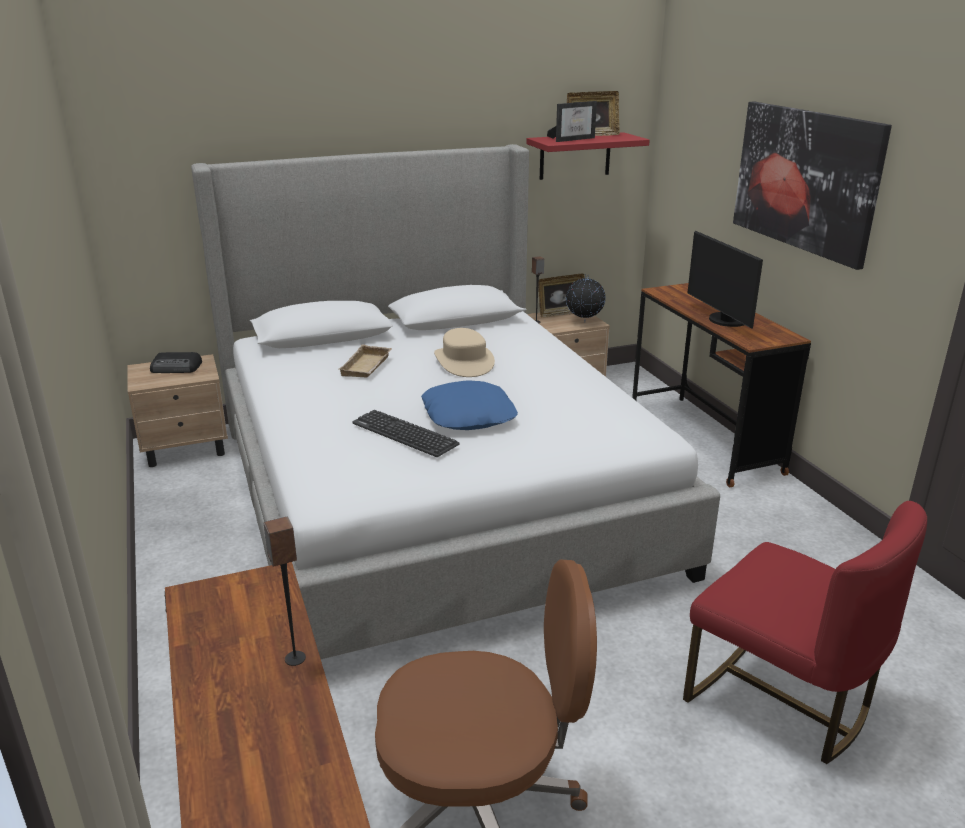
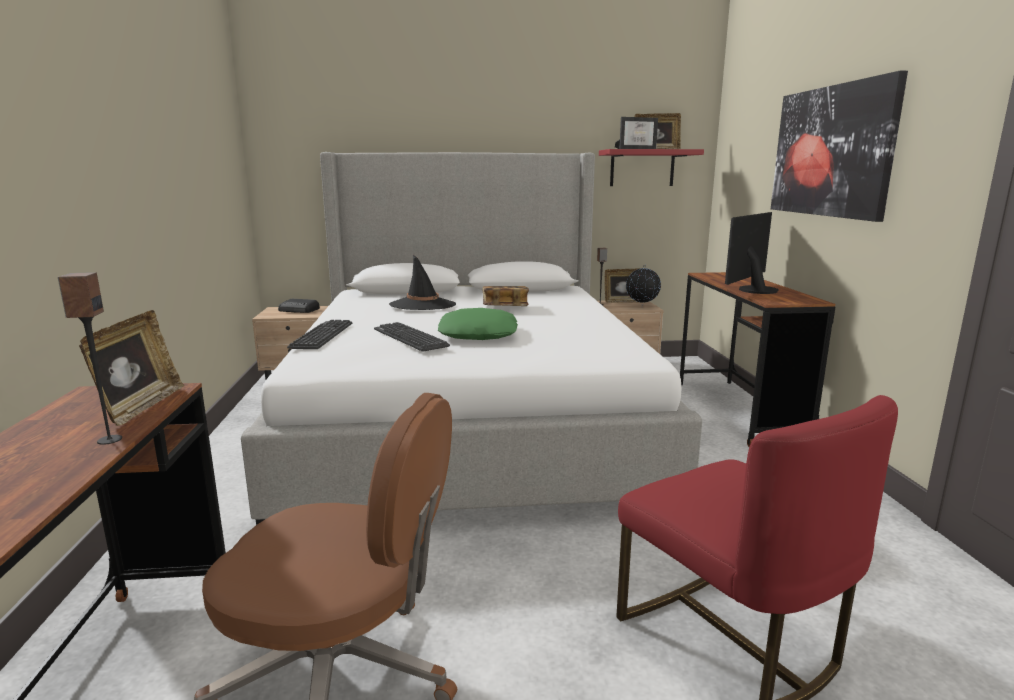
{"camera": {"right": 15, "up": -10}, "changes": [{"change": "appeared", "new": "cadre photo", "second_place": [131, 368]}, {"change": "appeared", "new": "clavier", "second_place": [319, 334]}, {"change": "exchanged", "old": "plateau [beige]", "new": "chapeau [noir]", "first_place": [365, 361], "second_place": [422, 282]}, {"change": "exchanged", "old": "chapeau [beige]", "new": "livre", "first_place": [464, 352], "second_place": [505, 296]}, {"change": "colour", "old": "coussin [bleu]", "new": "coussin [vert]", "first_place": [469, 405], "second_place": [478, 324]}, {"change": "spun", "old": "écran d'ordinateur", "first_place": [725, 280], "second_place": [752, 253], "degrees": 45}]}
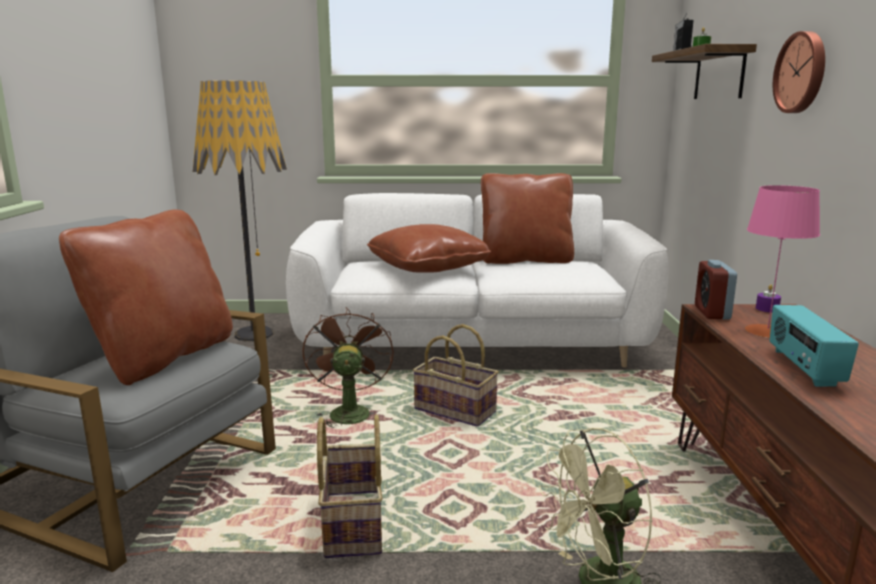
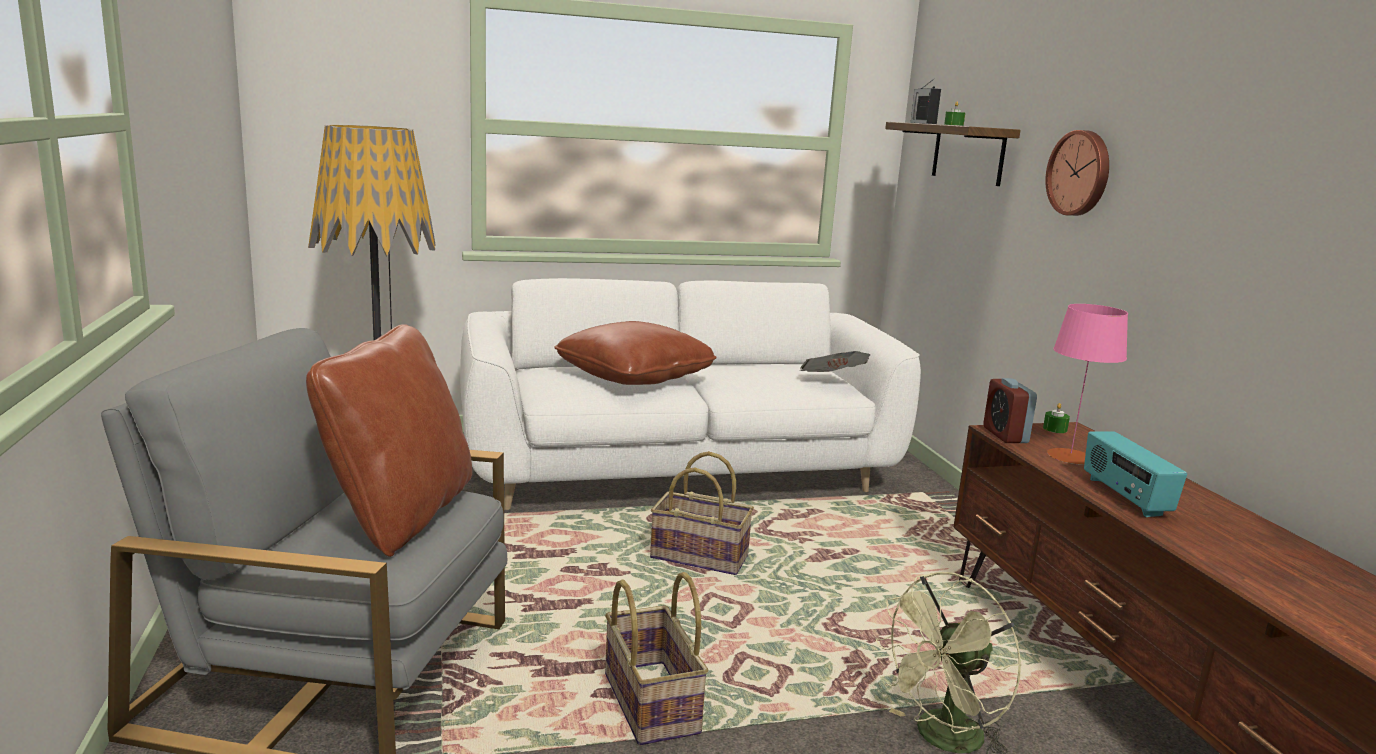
{"camera": {"right": -15, "up": 0}, "changes": [{"change": "missing", "old": "ventilateur [marron]", "first_place": [348, 369]}, {"change": "missing", "old": "coussin [marron]", "first_place": [527, 218]}, {"change": "appeared", "new": "journal", "second_place": [834, 361]}, {"change": "colour", "old": "bougie [violet]", "new": "bougie [vert]", "first_place": [768, 298], "second_place": [1056, 418]}]}
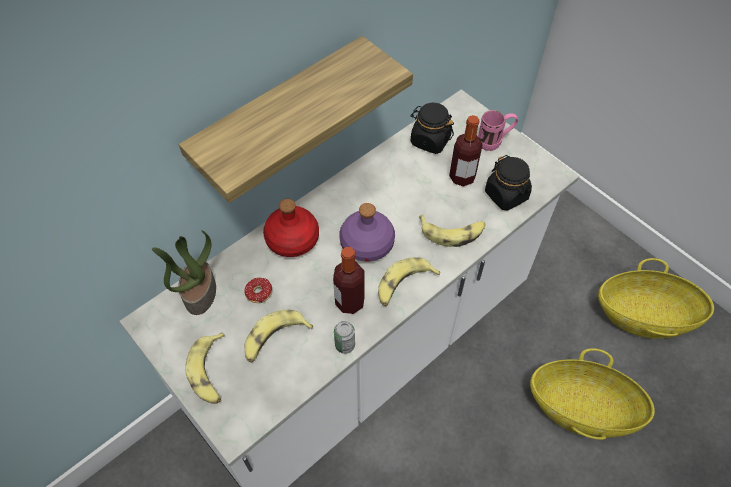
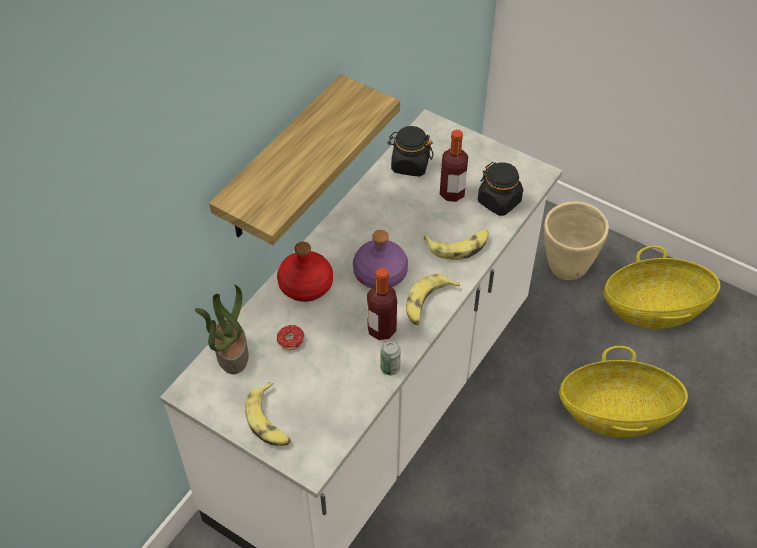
{"camera": {"right": -15, "up": -5}, "changes": [{"change": "missing", "old": "banane", "first_place": [279, 336]}, {"change": "missing", "old": "mug [rose]", "first_place": [498, 130]}, {"change": "appeared", "new": "cache-pot [beige]", "second_place": [576, 241]}]}
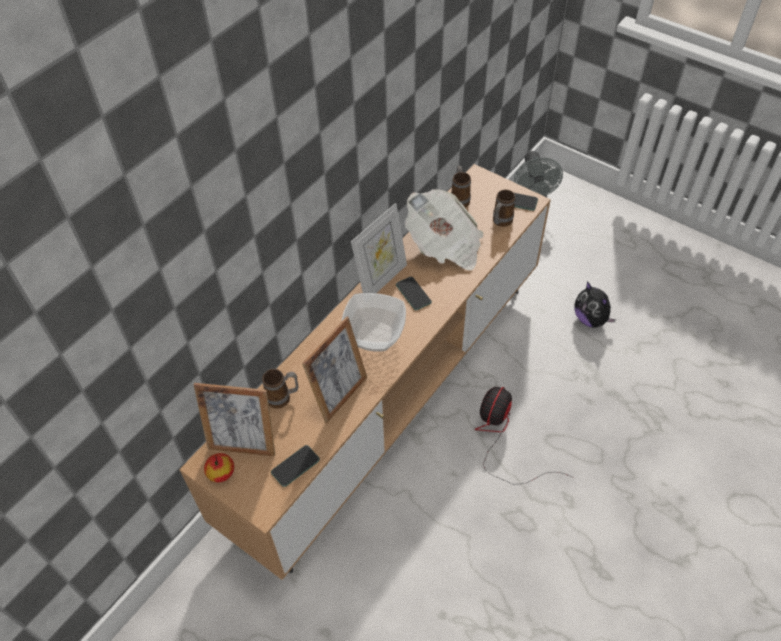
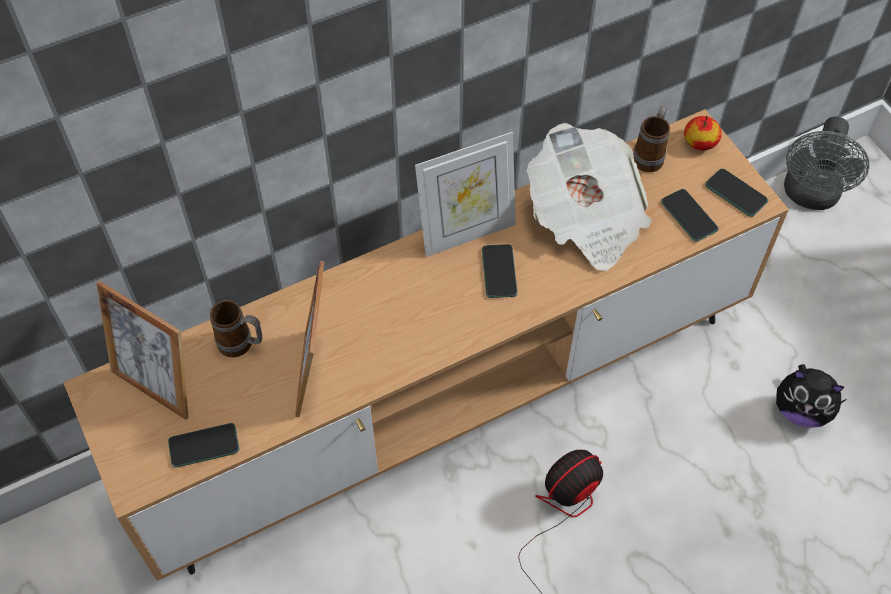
{"camera": {"right": 25, "up": 5}, "changes": [{"change": "missing", "old": "bol", "first_place": [373, 322]}, {"change": "relocated", "old": "pomme", "first_place": [219, 467], "second_place": [703, 133]}, {"change": "exchanged", "old": "mug", "new": "téléphone", "first_place": [504, 208], "second_place": [690, 215]}, {"change": "spun", "old": "cadre photo", "first_place": [334, 369], "second_place": [309, 339], "degrees": 120}, {"change": "spun", "old": "peluche", "first_place": [595, 304], "second_place": [811, 396], "degrees": -60}]}
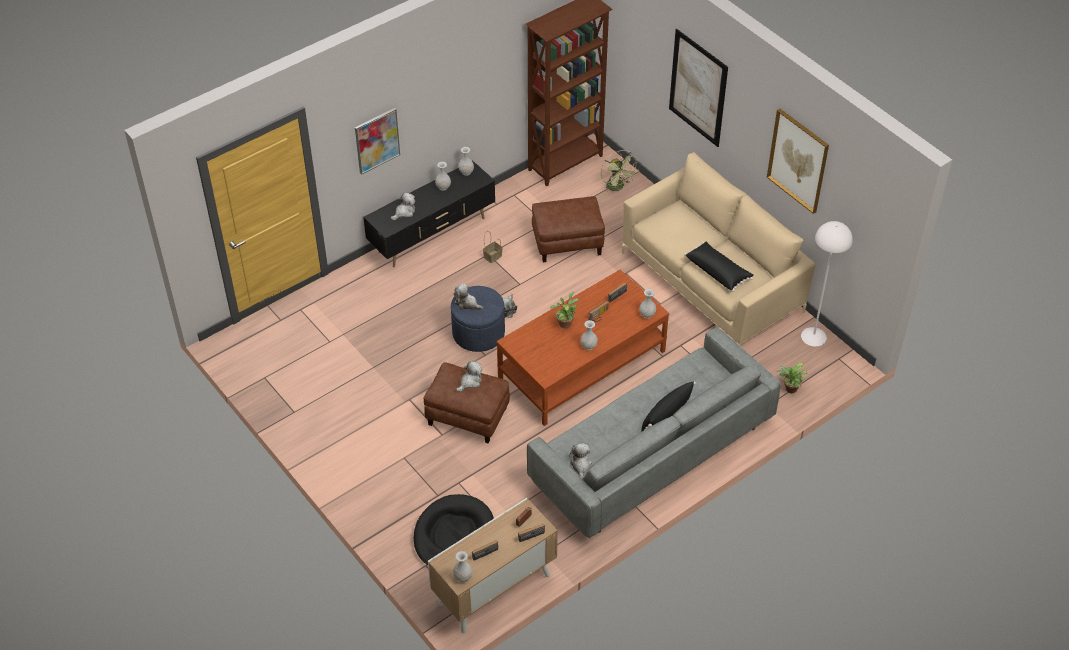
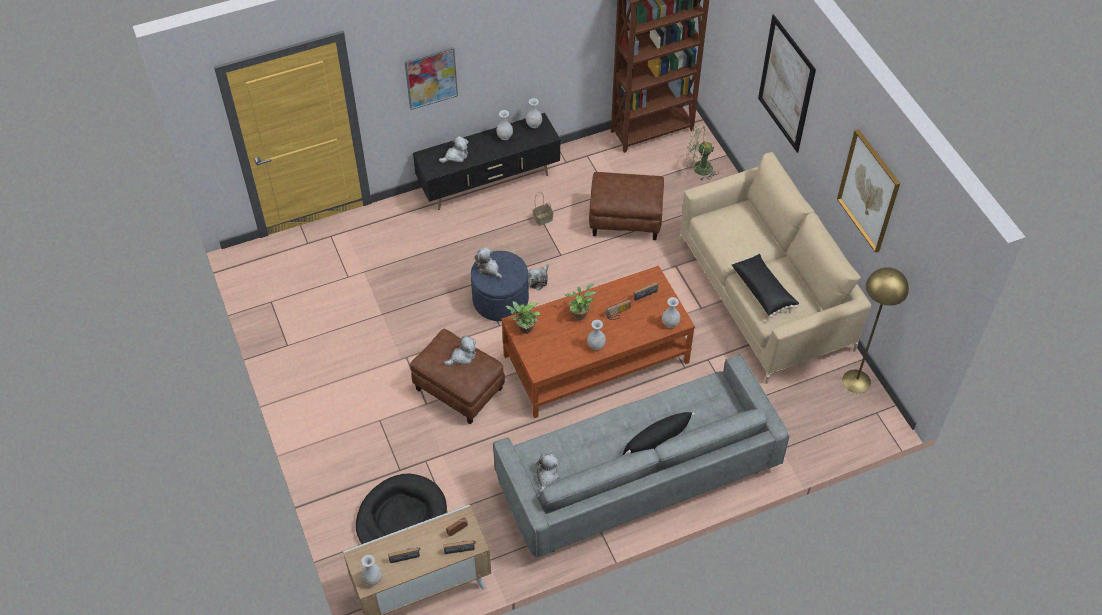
{"camera": {"right": 15, "up": 5}, "changes": [{"change": "relocated", "old": "plante en pot", "first_place": [792, 378], "second_place": [523, 317]}, {"change": "colour", "old": "lampadaire [blanc]", "new": "lampadaire [jaune]", "first_place": [827, 284], "second_place": [875, 330]}, {"change": "spun", "old": "ventilateur [vert]", "first_place": [620, 172], "second_place": [702, 153], "degrees": 105}]}
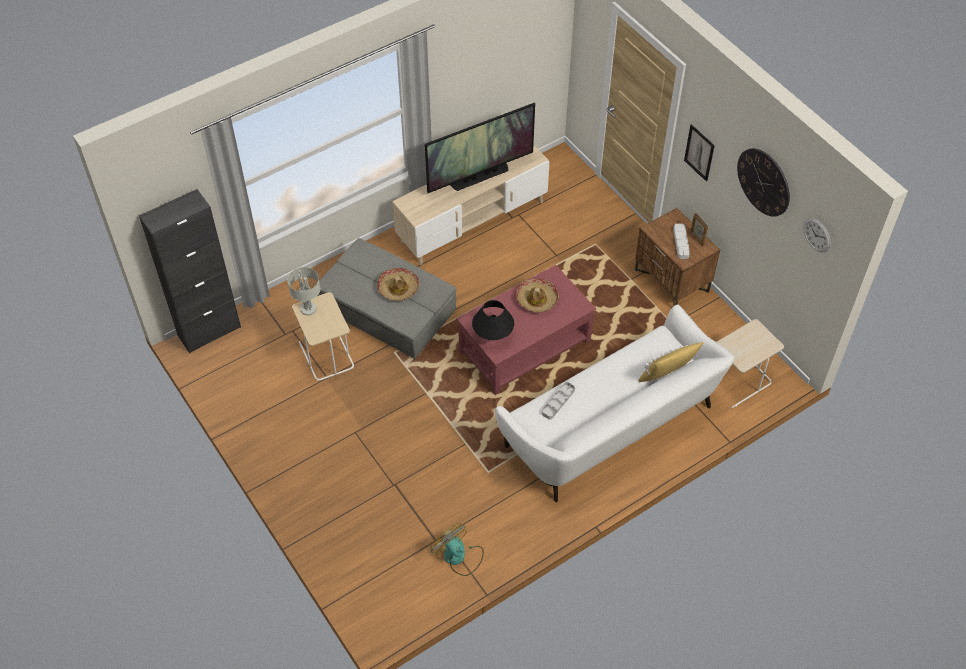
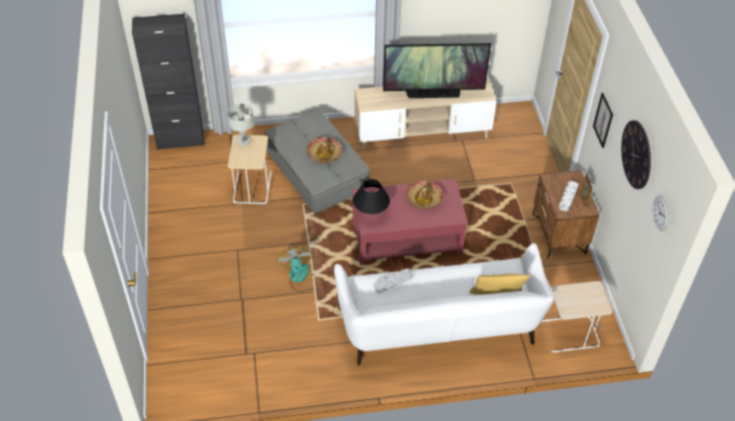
{"camera": {"right": 25, "up": -5}, "changes": [{"change": "relocated", "old": "ventilateur", "first_place": [457, 549], "second_place": [295, 269]}]}
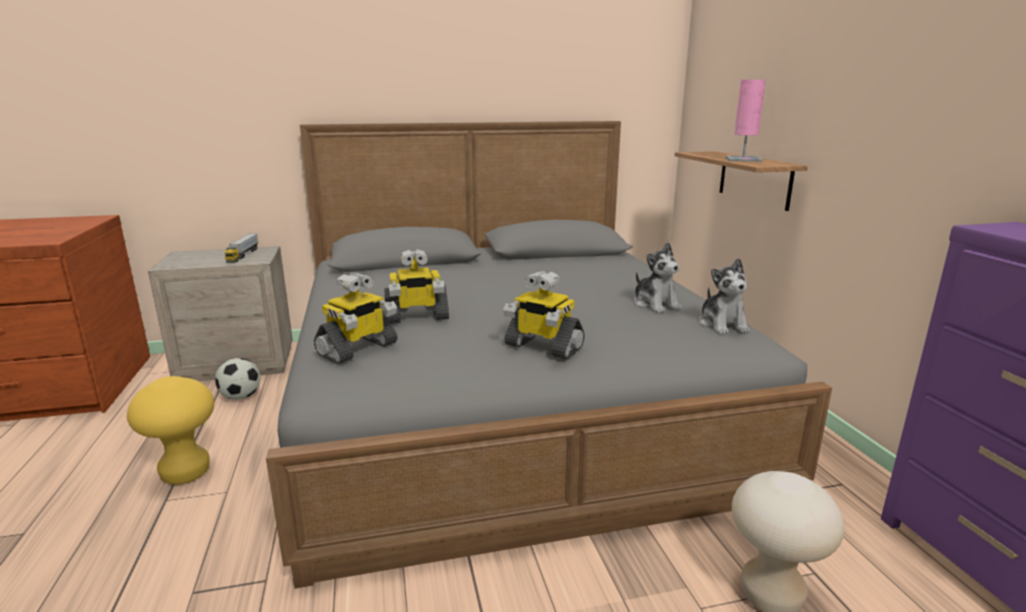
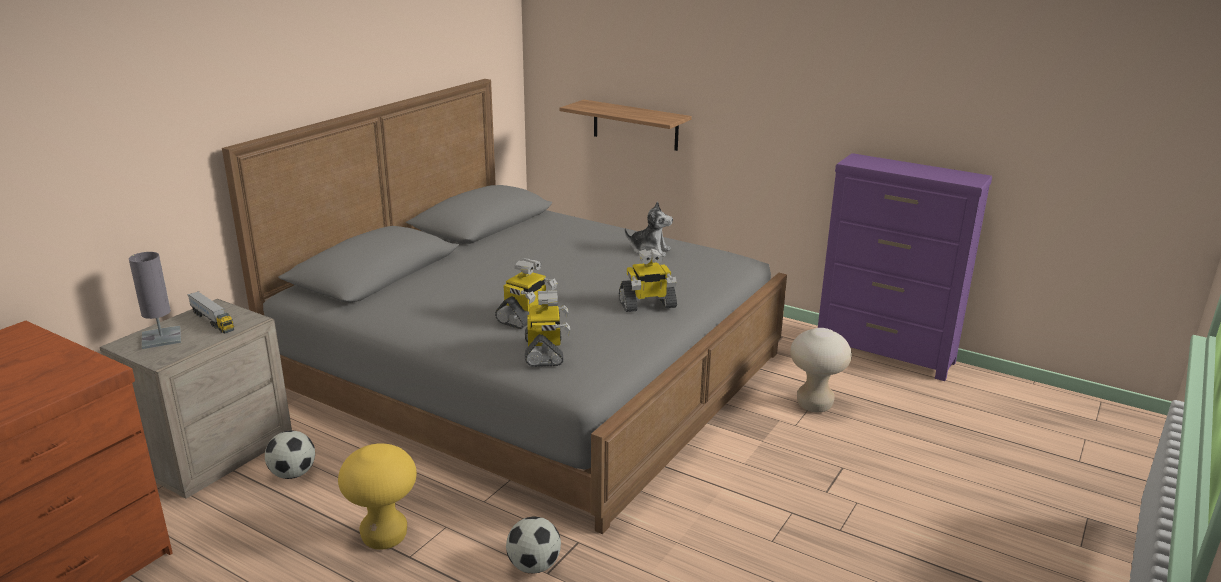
{"camera": {"right": -45, "up": 5}, "changes": [{"change": "missing", "old": "peluche", "first_place": [724, 296]}, {"change": "missing", "old": "lampe de table [rose]", "first_place": [745, 120]}, {"change": "appeared", "new": "lampe de table [gris]", "second_place": [155, 300]}, {"change": "appeared", "new": "ballon de foot", "second_place": [533, 545]}]}
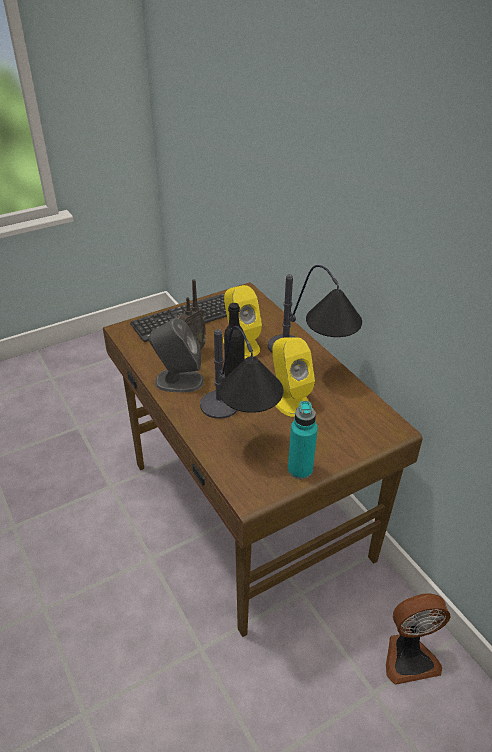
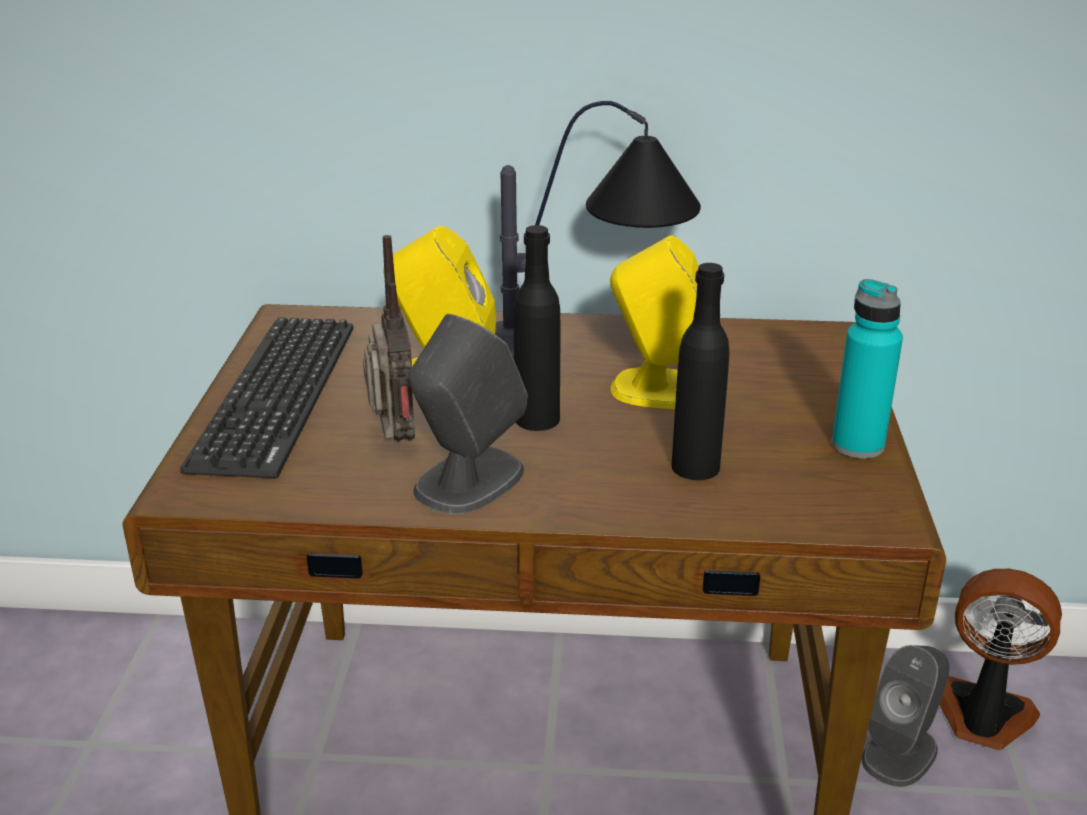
{"camera": {"right": -55, "up": -10}, "changes": [{"change": "appeared", "new": "enceinte [gris]", "second_place": [905, 716]}, {"change": "exchanged", "old": "lampe de table", "new": "bouteille [noir]", "first_place": [242, 372], "second_place": [700, 371]}, {"change": "spun", "old": "ventilateur", "first_place": [418, 639], "second_place": [1001, 659], "degrees": -90}]}
